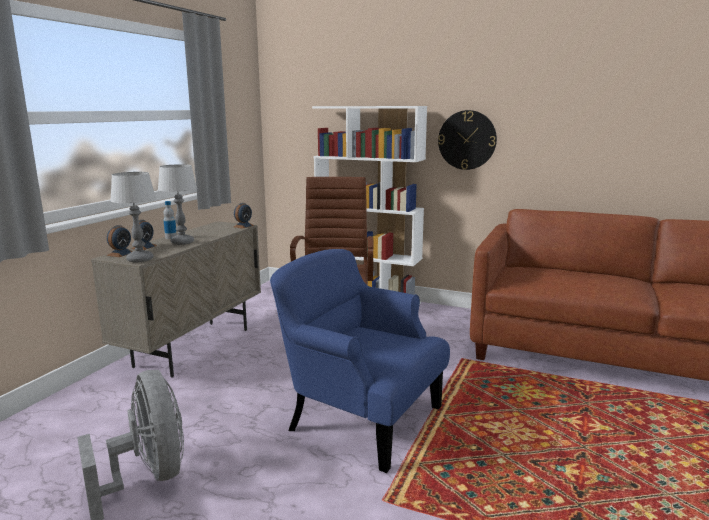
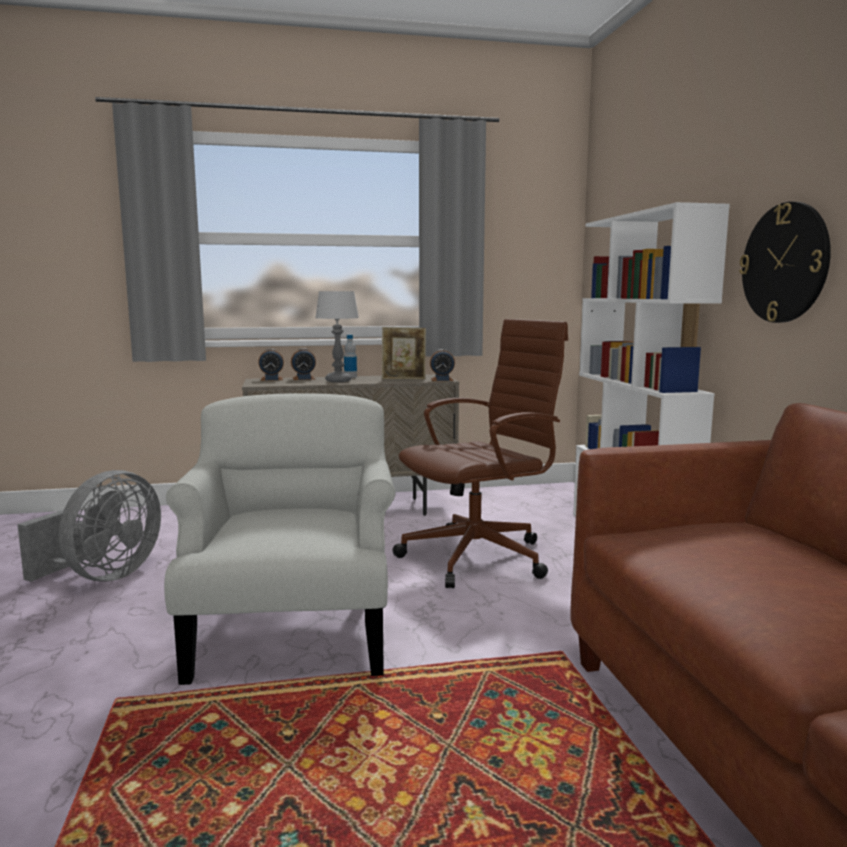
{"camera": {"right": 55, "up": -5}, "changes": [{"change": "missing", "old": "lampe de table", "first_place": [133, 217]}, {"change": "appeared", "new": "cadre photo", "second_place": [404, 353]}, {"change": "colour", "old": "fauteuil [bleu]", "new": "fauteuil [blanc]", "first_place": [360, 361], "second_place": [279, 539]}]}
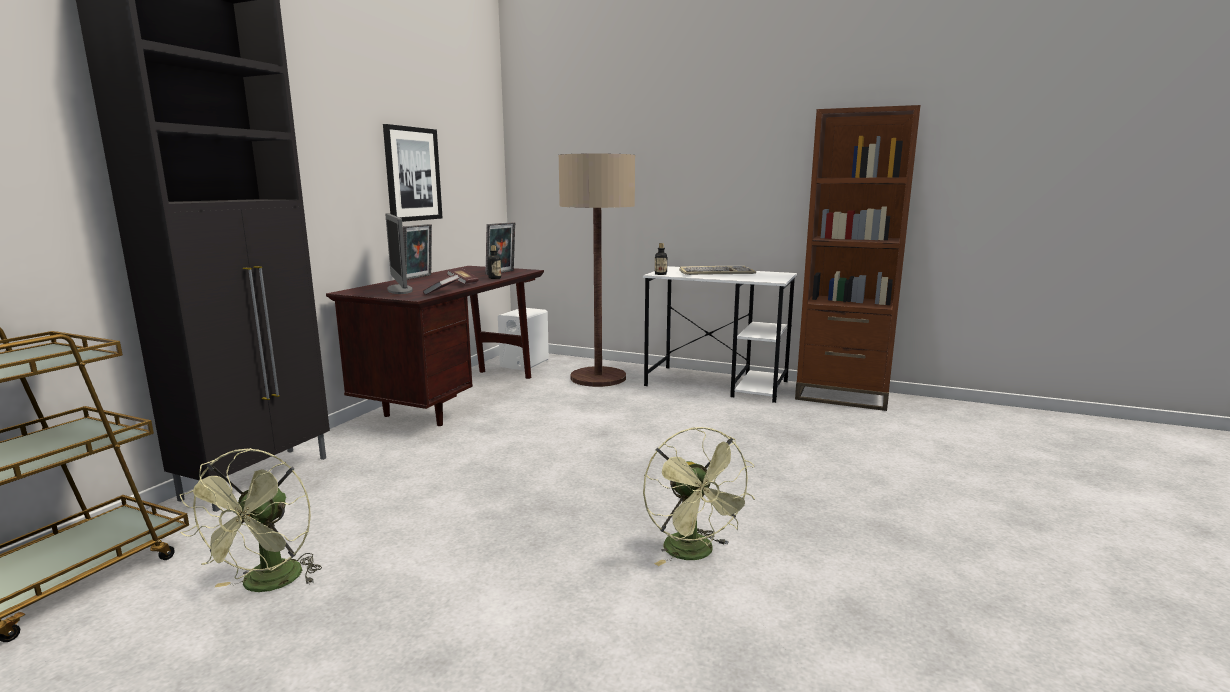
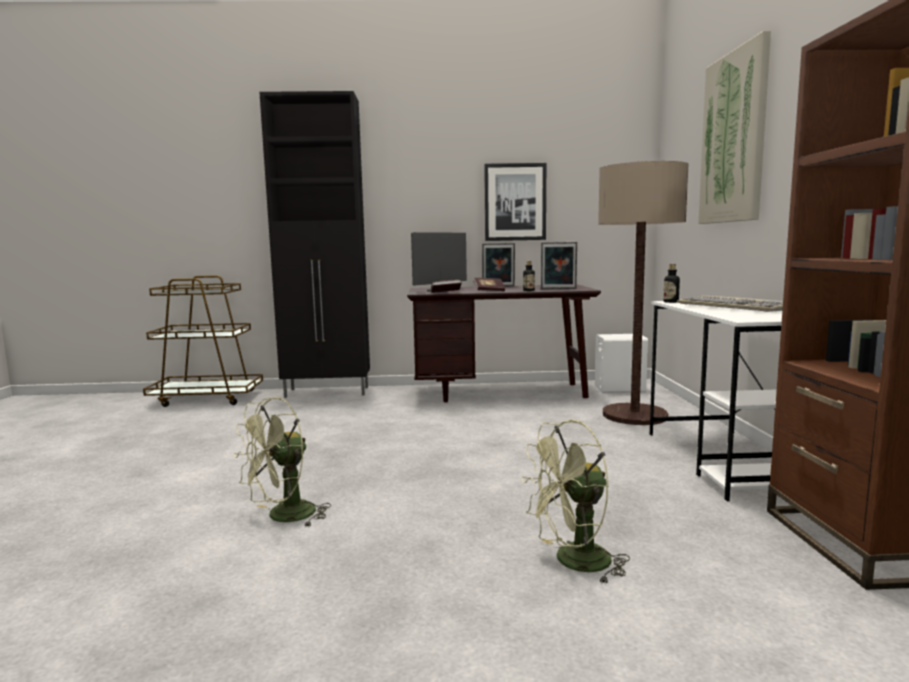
{"camera": {"right": 65, "up": -5}, "changes": [{"change": "appeared", "new": "tableau", "second_place": [734, 127]}, {"change": "relocated", "old": "ventilateur [vert]", "first_place": [251, 520], "second_place": [575, 502]}]}
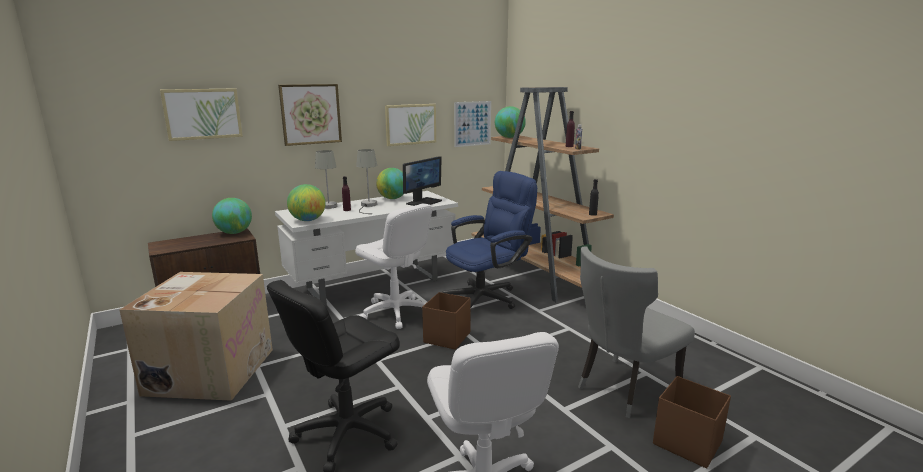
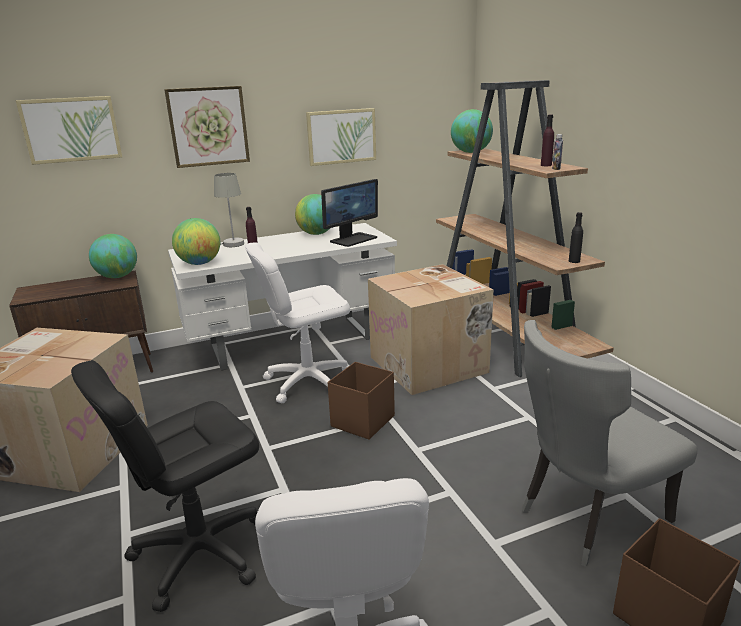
{"camera": {"right": 10, "up": 5}, "changes": [{"change": "missing", "old": "lampe de table [gris]", "first_place": [366, 181]}, {"change": "missing", "old": "tableau", "first_place": [472, 124]}, {"change": "exchanged", "old": "chaise de bureau [bleu]", "new": "carton", "first_place": [490, 240], "second_place": [431, 329]}, {"change": "spun", "old": "chaise de bureau [blanc]", "first_place": [393, 266], "second_place": [297, 322], "degrees": 105}]}
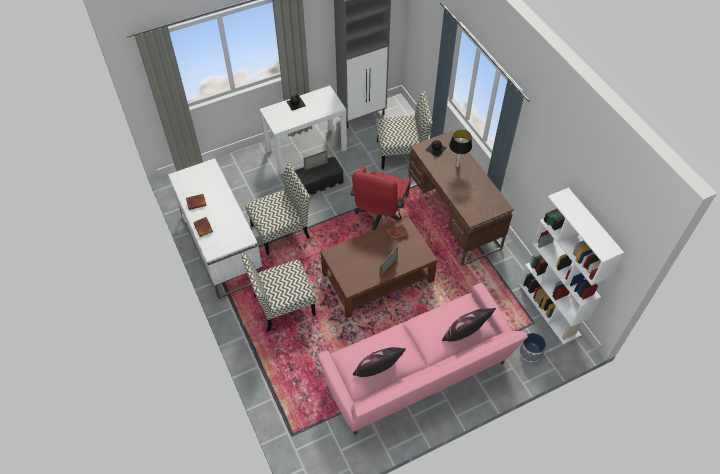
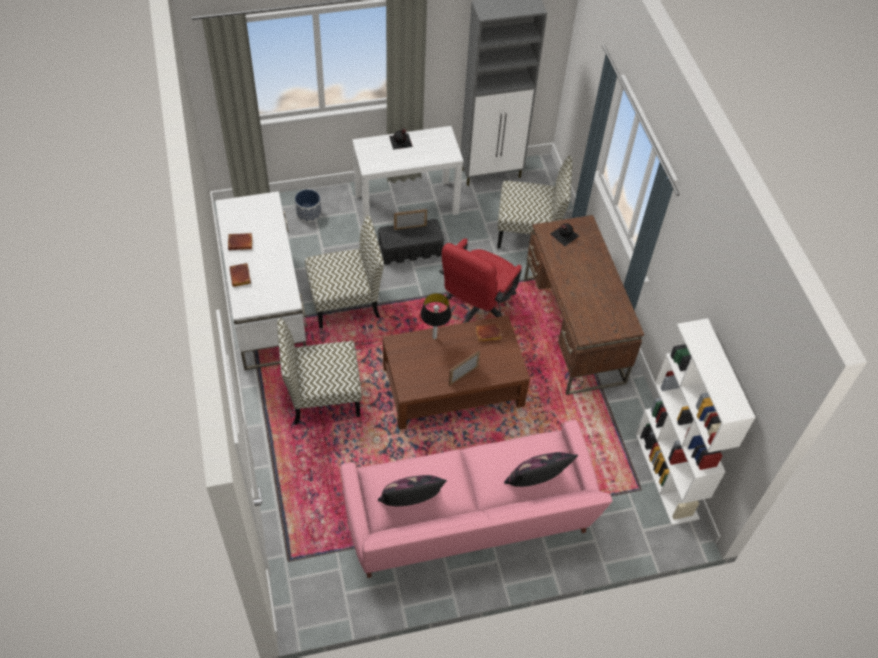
{"camera": {"right": 10, "up": 0}, "changes": [{"change": "relocated", "old": "lampe de table", "first_place": [460, 148], "second_place": [436, 316]}, {"change": "relocated", "old": "cache-pot", "first_place": [532, 347], "second_place": [308, 205]}]}
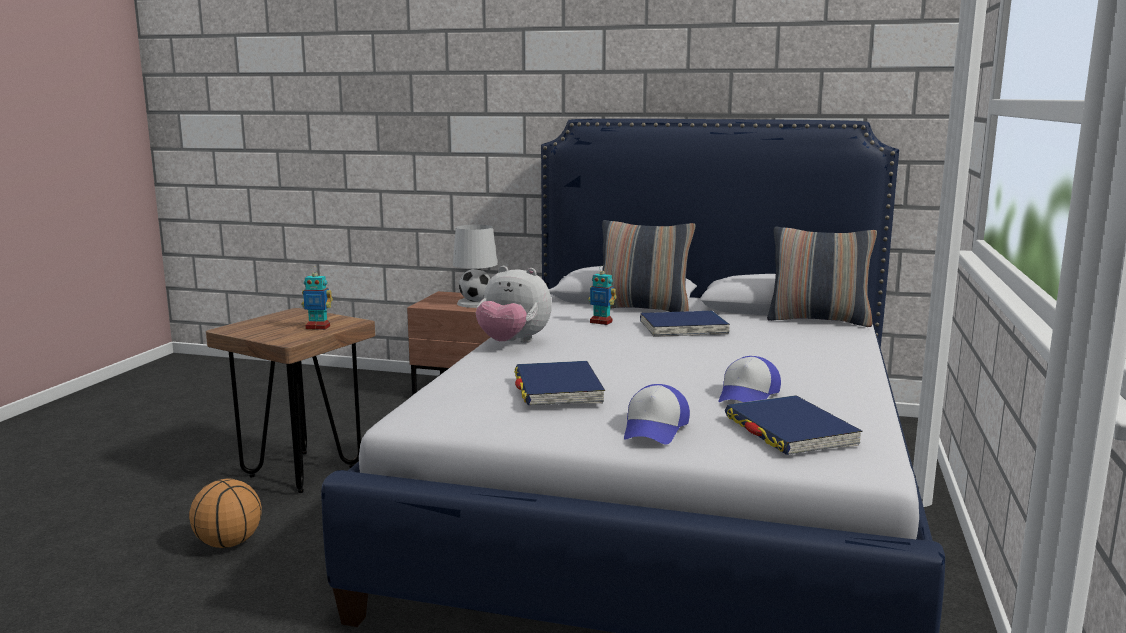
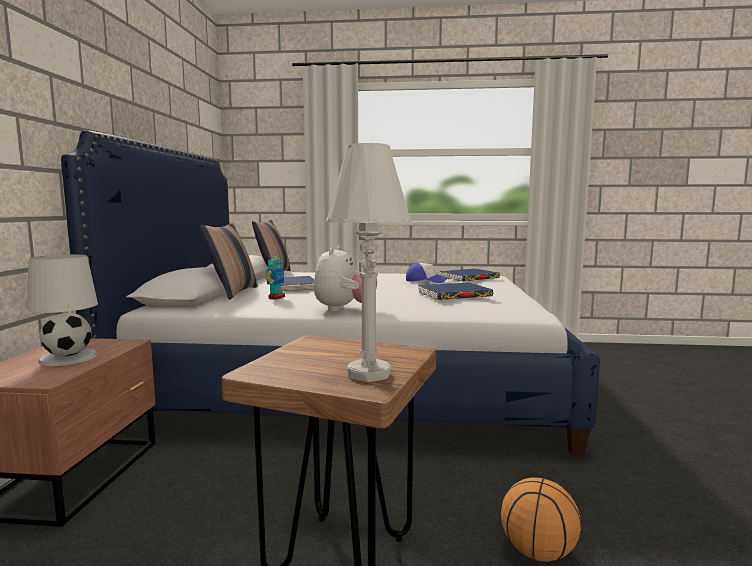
{"camera": {"right": -100, "up": -5}, "changes": [{"change": "missing", "old": "robot jouet", "first_place": [317, 298]}, {"change": "missing", "old": "casquette", "first_place": [657, 414]}, {"change": "appeared", "new": "lampe de table [blanc]", "second_place": [369, 262]}]}
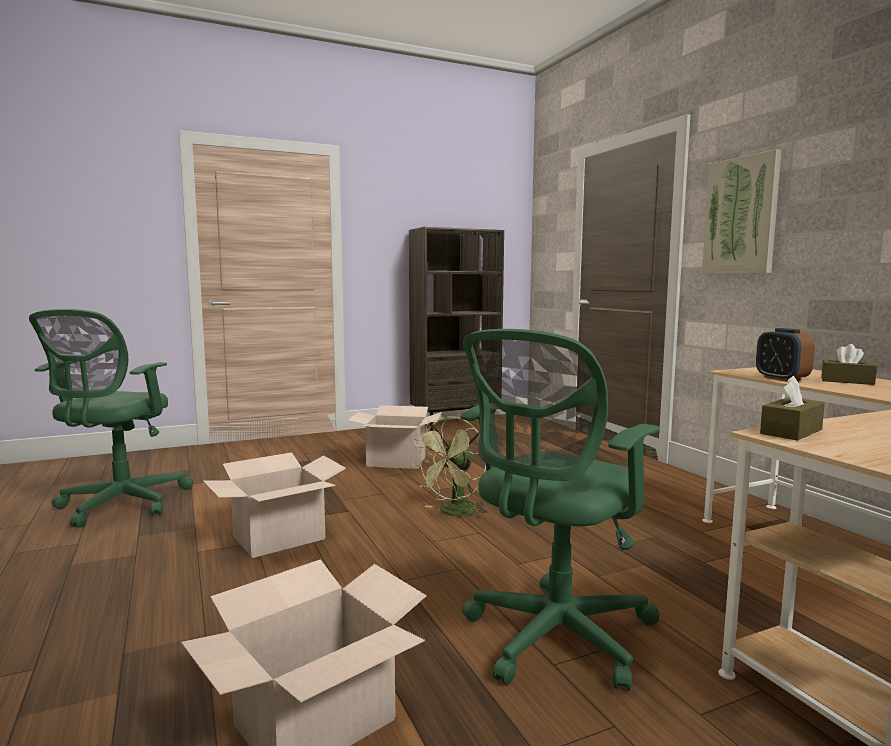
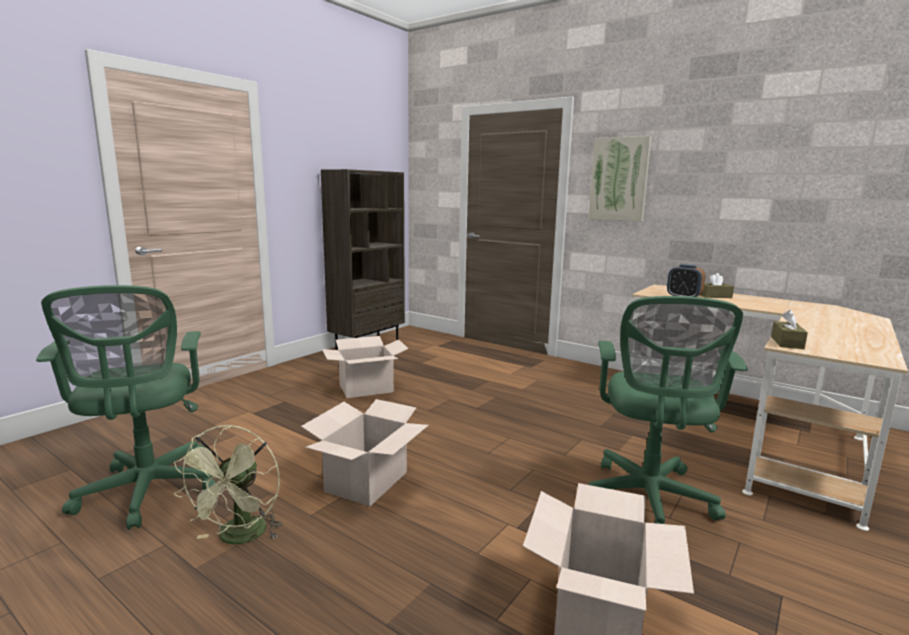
{"camera": {"right": -30, "up": 5}, "changes": [{"change": "relocated", "old": "ventilateur [vert]", "first_place": [449, 467], "second_place": [228, 484]}]}
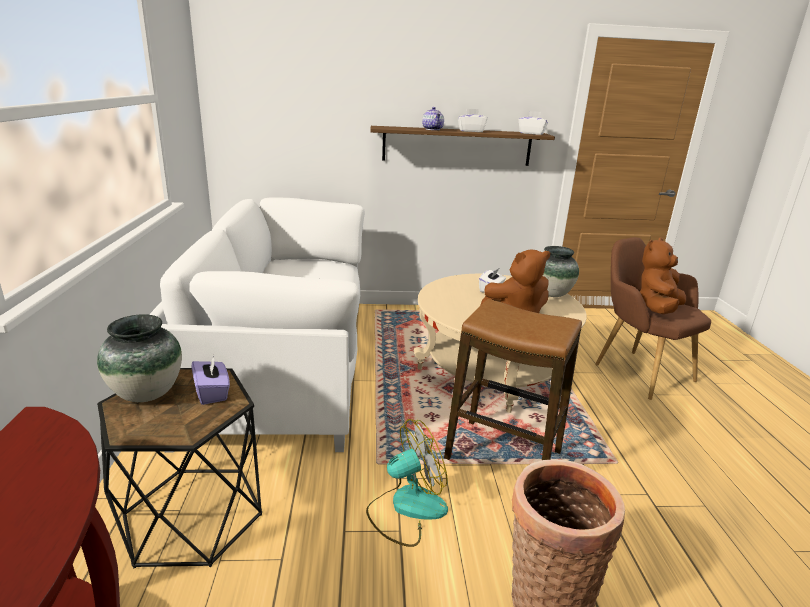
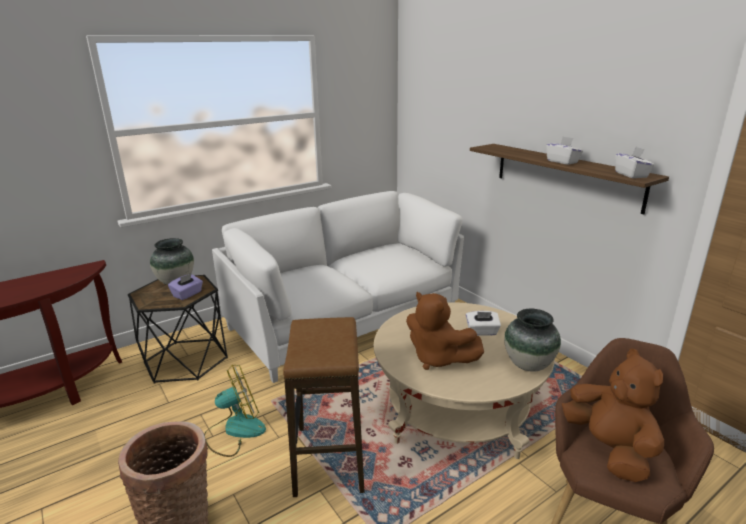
{"camera": {"right": 60, "up": 0}, "changes": [{"change": "missing", "old": "théière", "first_place": [433, 118]}, {"change": "spun", "old": "ventilateur", "first_place": [407, 483], "second_place": [235, 411], "degrees": -60}, {"change": "spun", "old": "peluche [marron]", "first_place": [663, 275], "second_place": [613, 415], "degrees": 60}]}
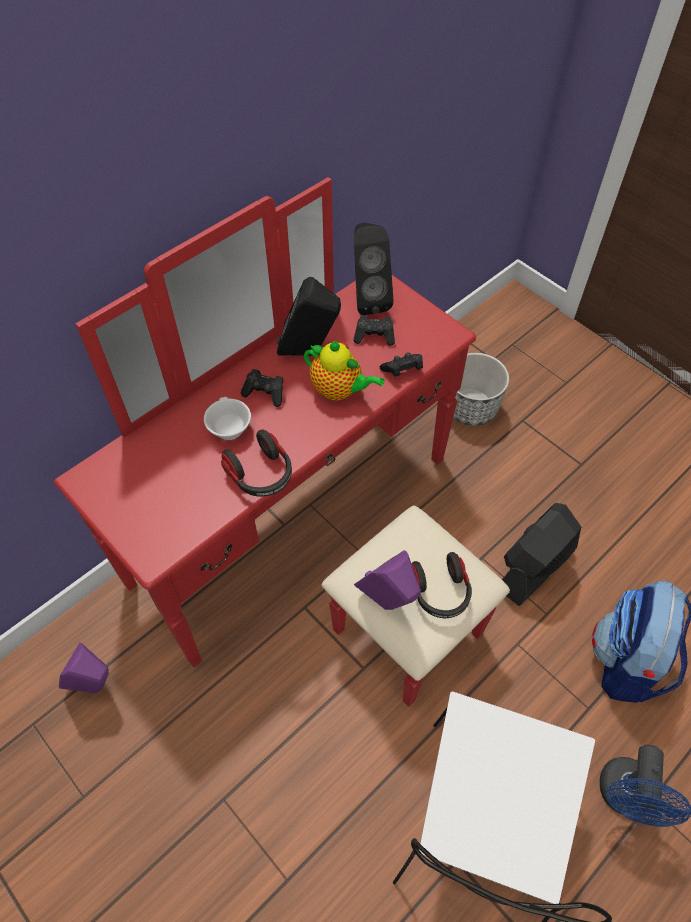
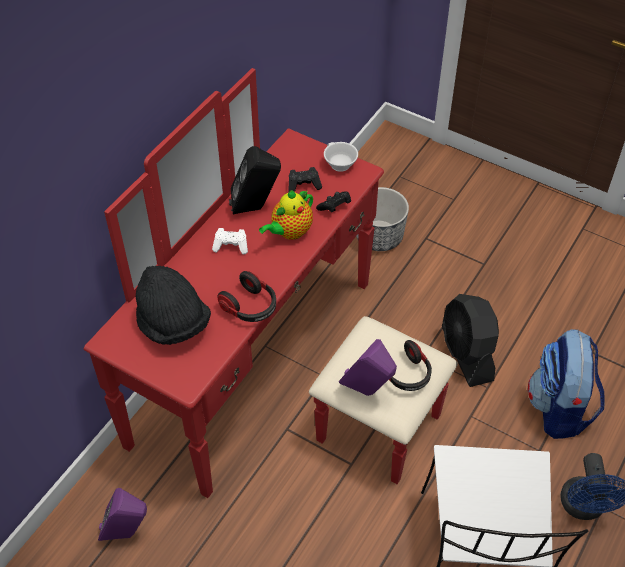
{"camera": {"right": -15, "up": -5}, "changes": [{"change": "missing", "old": "enceinte [noir]", "first_place": [374, 269]}, {"change": "appeared", "new": "chapeau [noir]", "second_place": [173, 305]}, {"change": "relocated", "old": "tasse [blanc]", "first_place": [227, 418], "second_place": [341, 157]}, {"change": "colour", "old": "manette [noir]", "new": "manette [blanc]", "first_place": [262, 388], "second_place": [230, 241]}, {"change": "spun", "old": "théière", "first_place": [344, 371], "second_place": [286, 215], "degrees": 120}, {"change": "spun", "old": "ventilateur [noir]", "first_place": [541, 554], "second_place": [470, 340], "degrees": -45}]}
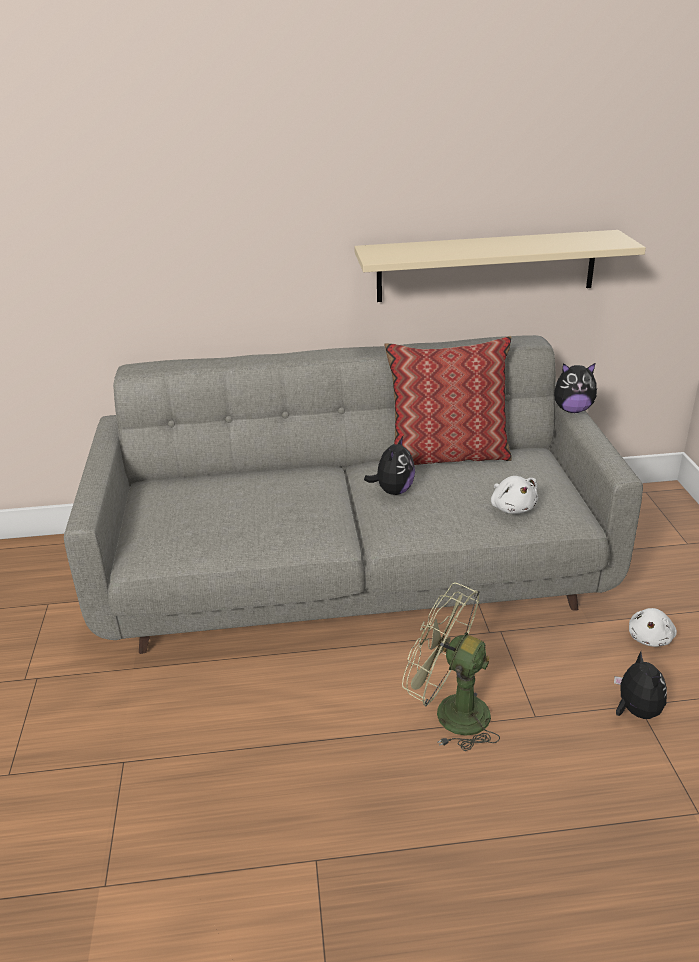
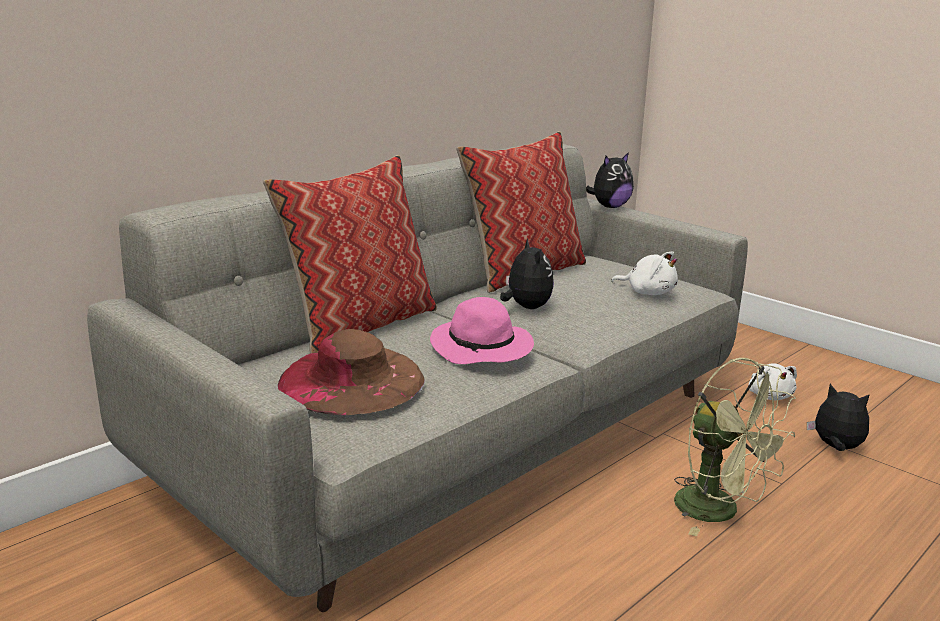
{"camera": {"right": -40, "up": -10}, "changes": [{"change": "missing", "old": "étagère [beige]", "first_place": [500, 266]}, {"change": "appeared", "new": "coussin", "second_place": [350, 254]}, {"change": "appeared", "new": "chapeau [marron]", "second_place": [351, 372]}, {"change": "appeared", "new": "chapeau [rose]", "second_place": [482, 330]}, {"change": "spun", "old": "ventilateur [vert]", "first_place": [451, 667], "second_place": [735, 447], "degrees": -120}]}
